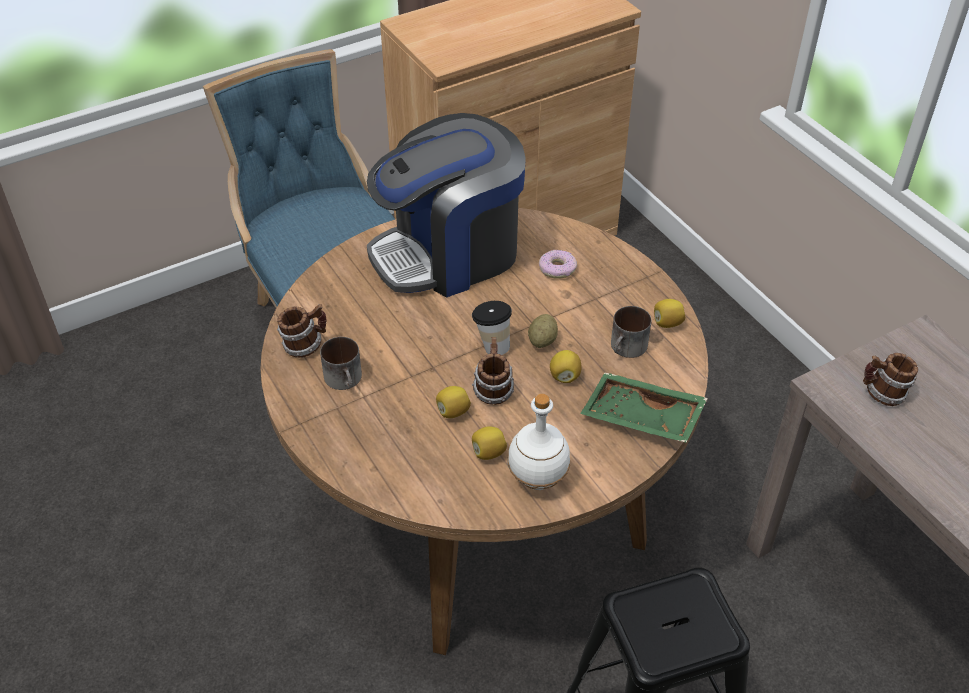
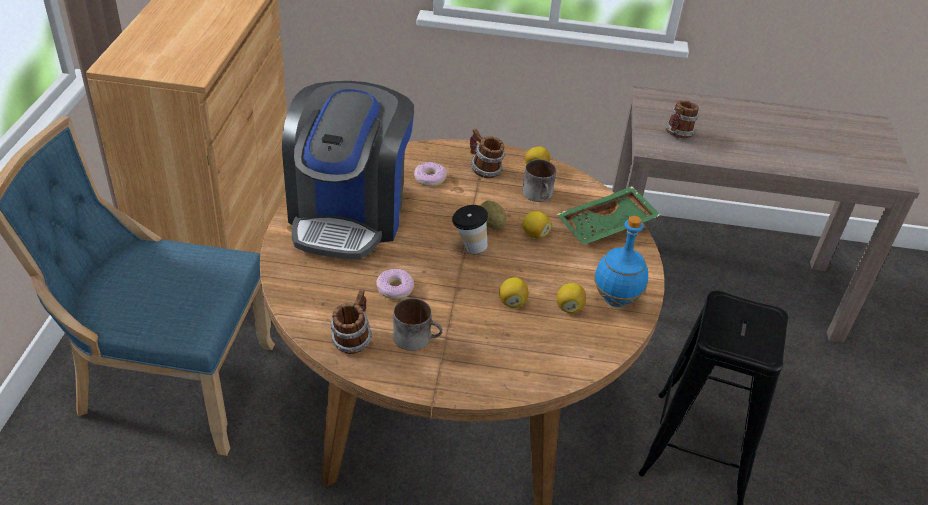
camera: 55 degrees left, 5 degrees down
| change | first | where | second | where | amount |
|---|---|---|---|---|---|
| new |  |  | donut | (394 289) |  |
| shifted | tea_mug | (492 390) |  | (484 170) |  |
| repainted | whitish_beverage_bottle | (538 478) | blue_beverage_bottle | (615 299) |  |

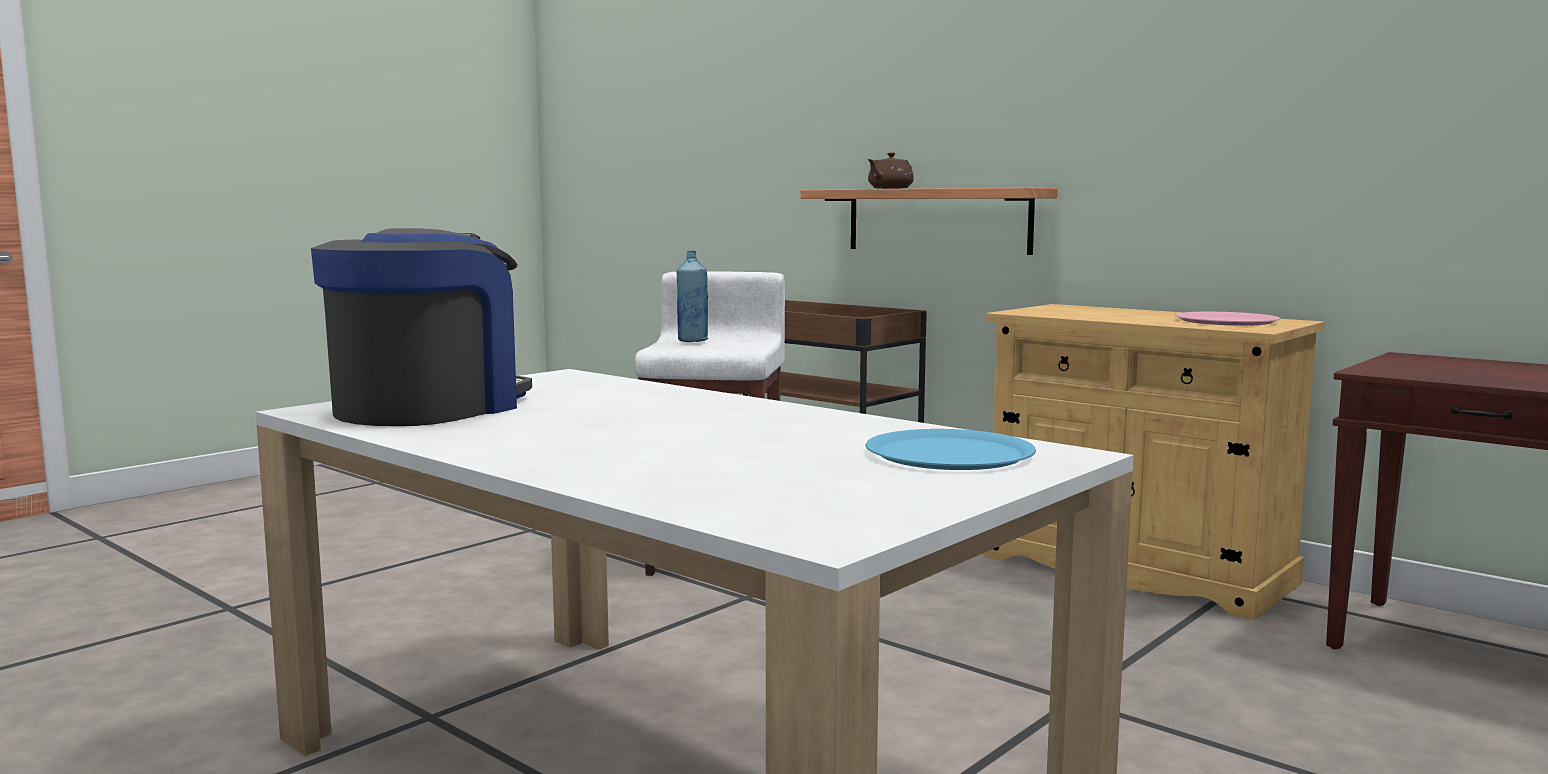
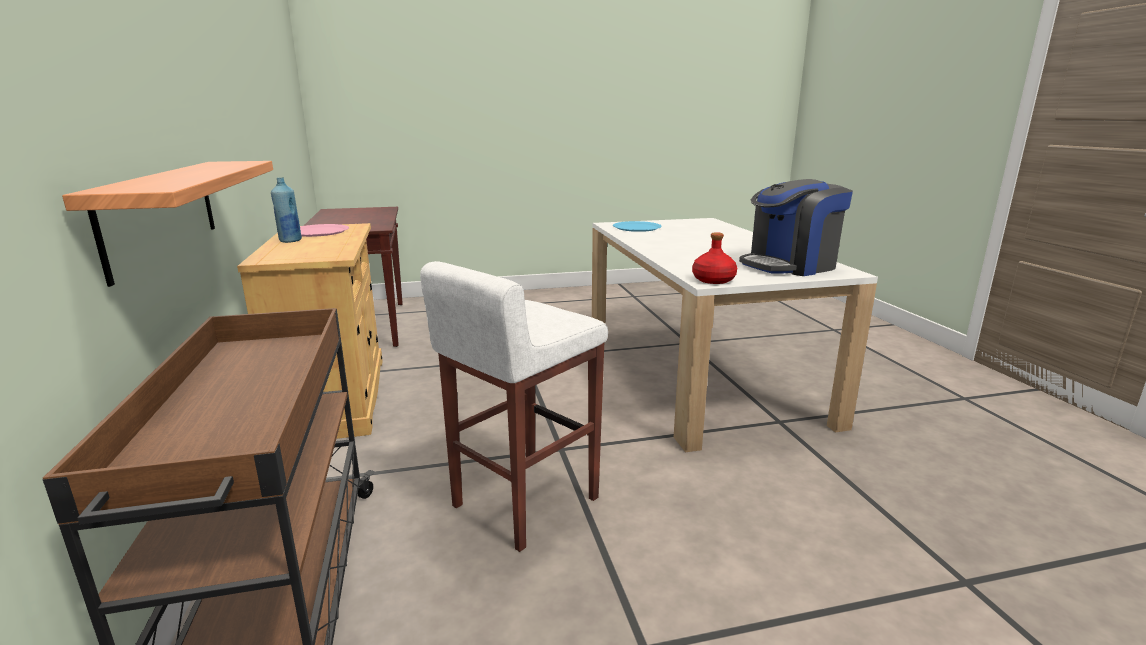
camera: 145 degrees left, 10 degrees up
| change | first | where | second | where | amount |
|---|---|---|---|---|---|
| gone | brownish_tea_pot | (889 188) |  |  |  |
| new |  |  | red_beverage_bottle | (713 280) |  |
| shifted | blue_beverage_bottle | (692 341) |  | (290 241) |  |

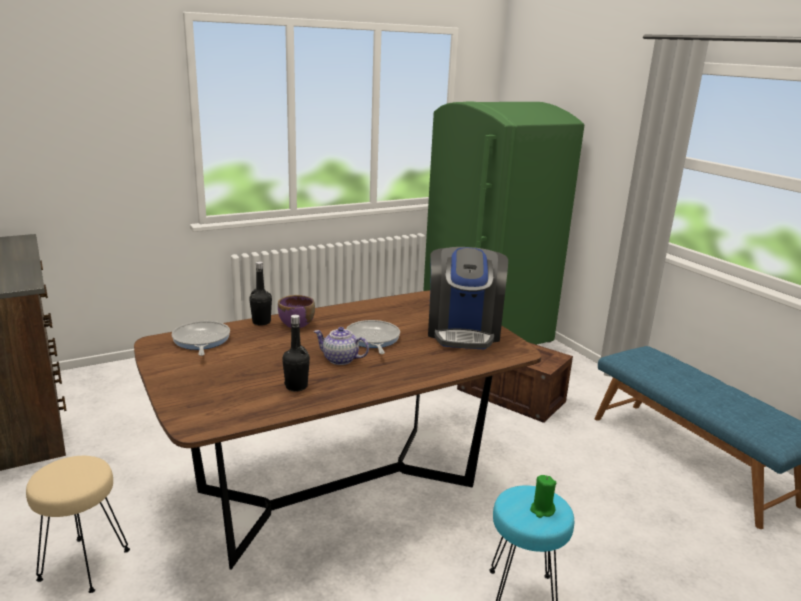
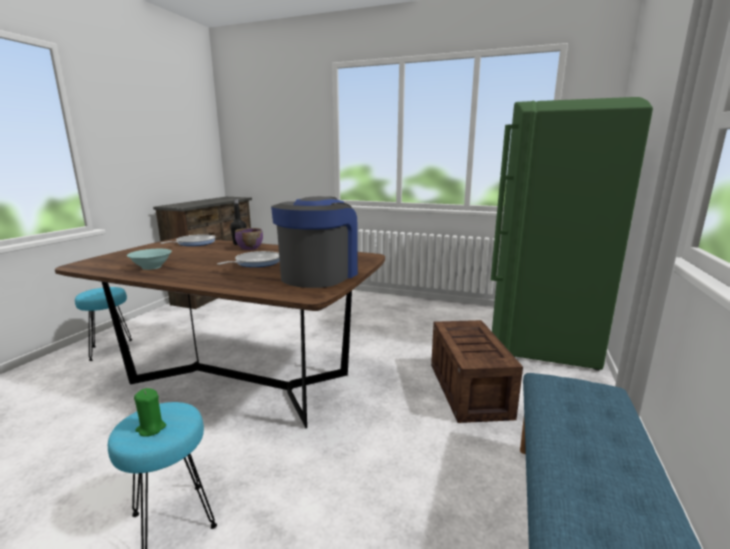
camera: 50 degrees right, 5 degrees down
| change | first | where | second | where | amount |
|---|---|---|---|---|---|
| gone | tea_pot | (340 359) |  |  |  |
| swapped | black-coloured_beverage_bottle | (296 386) | turquoise_bowl | (152 267) |  |
| repainted | beige-coloured_stool | (84 564) | turquoise_stool | (111 349) |  |
| rotated | coffee_machine | (463 331) |  | (319 275) | 150 degrees clockwise |

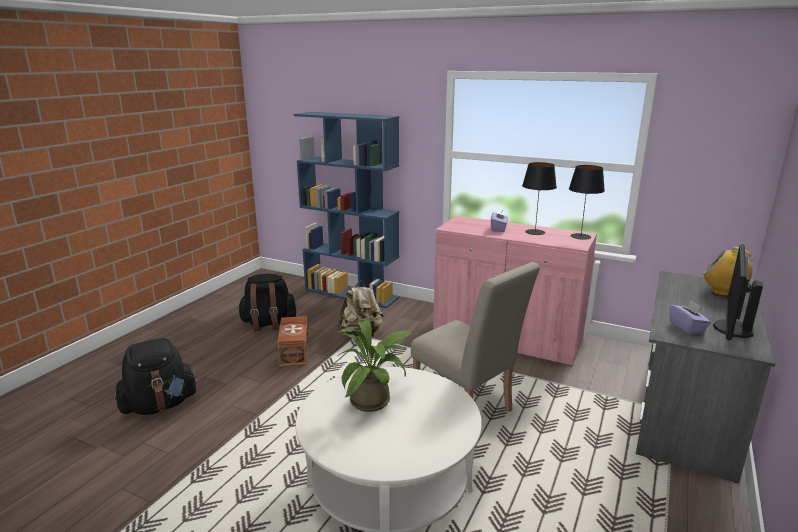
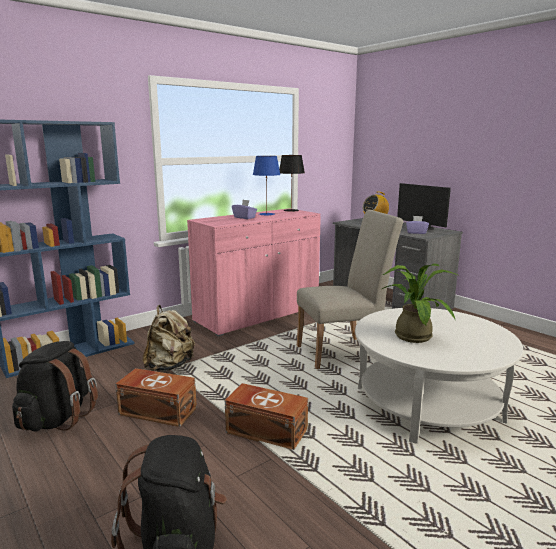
camera: 65 degrees left, 5 degrees down
| change | first | where | second | where | amount |
|---|---|---|---|---|---|
| new |  |  | brownish_storage_bin | (266 430) |  |
| repainted | black-coloured_lamp_for_a_table | (535 232) | blue_lamp_for_a_table | (267 214) |  |

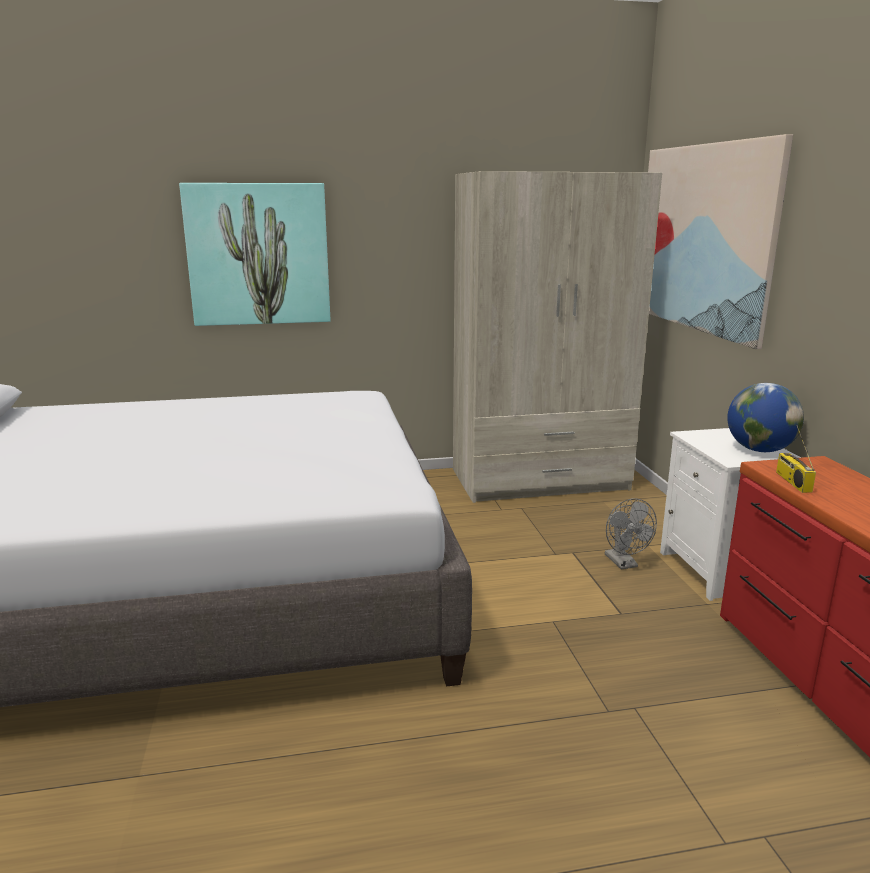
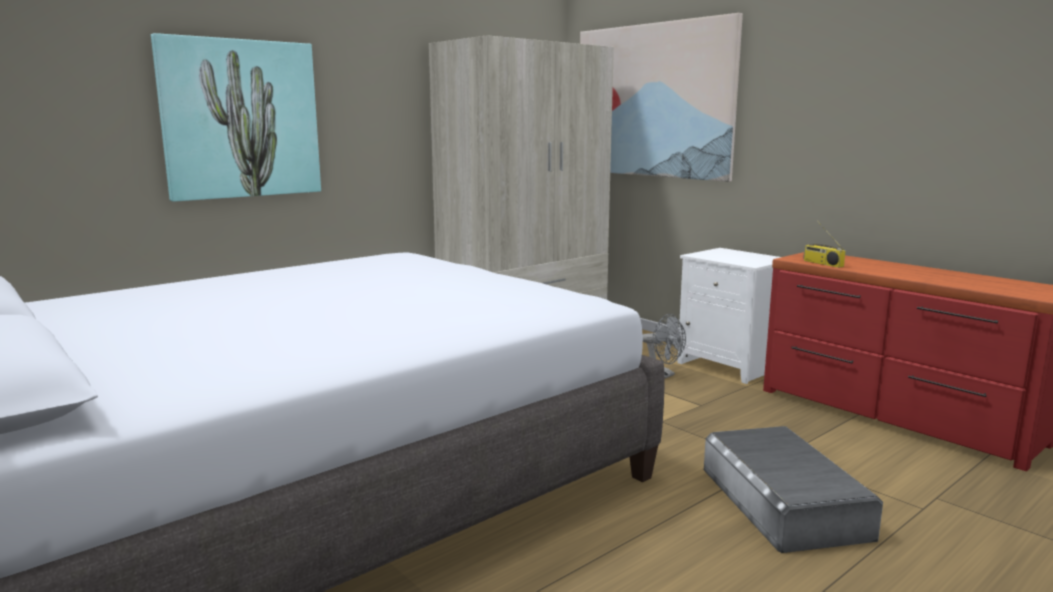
camera: 30 degrees left, 5 degrees down
| change | first | where | second | where | amount |
|---|---|---|---|---|---|
| gone | world_globe | (759 450) |  |  |  |
| new |  |  | grey_storage_bin | (782 502) |  |

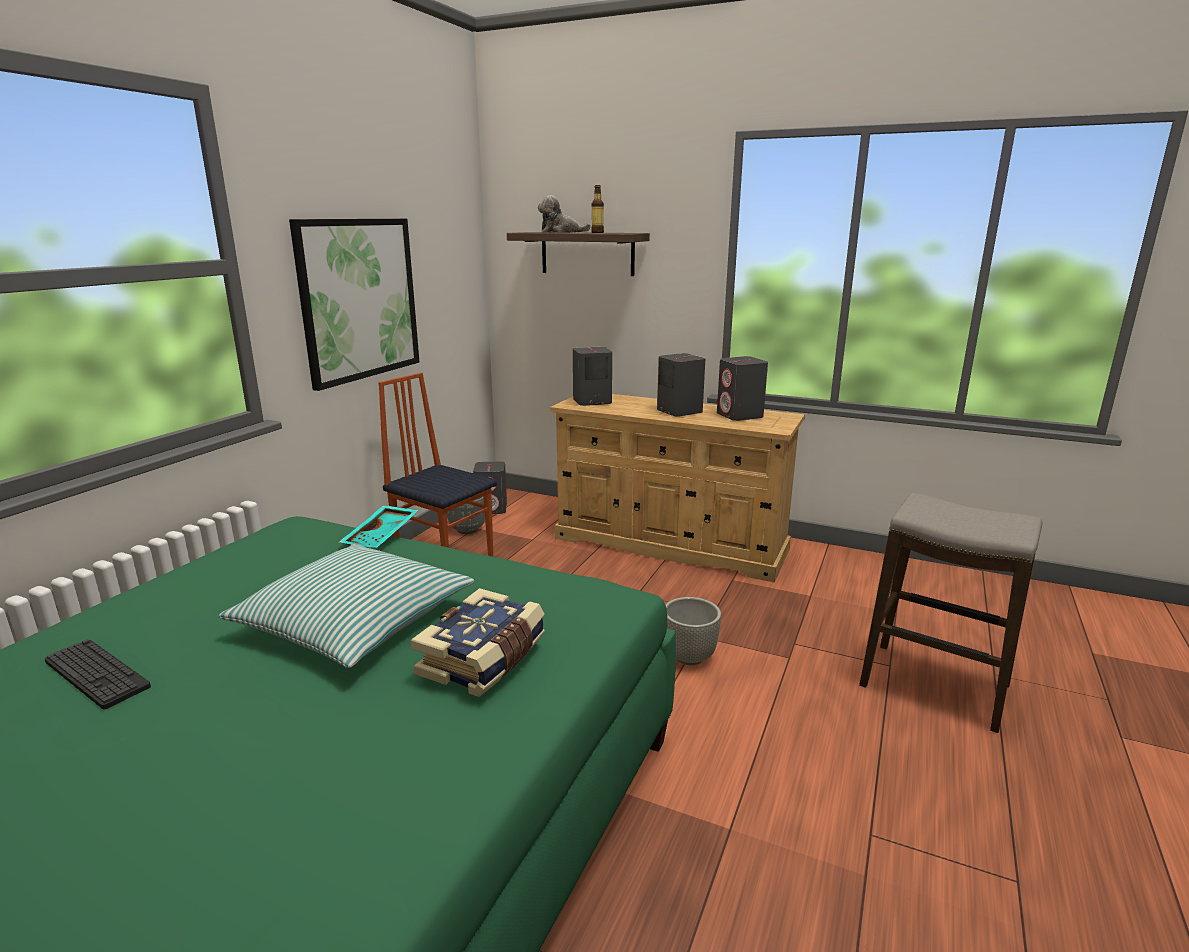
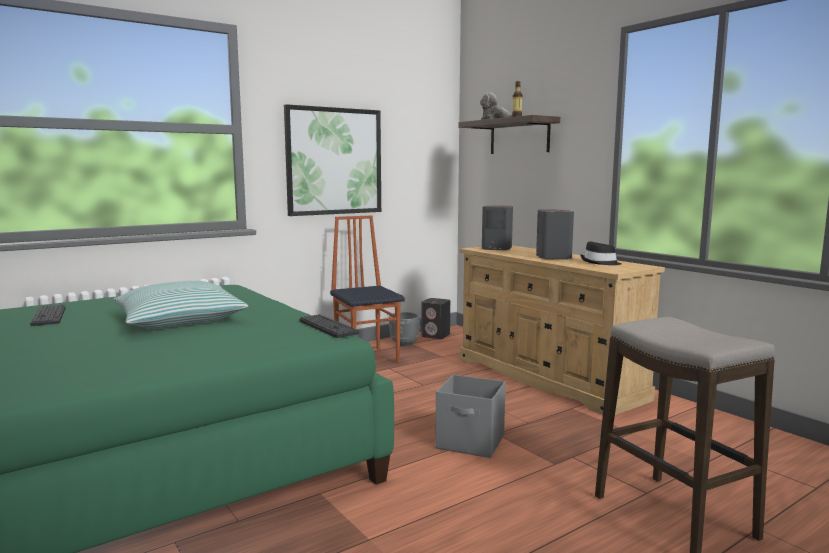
camera: 30 degrees right, 10 degrees down
| change | first | where | second | where | amount |
|---|---|---|---|---|---|
| gone | turquoise_tray | (382 536) |  |  |  |
| gone | book | (484 659) |  |  |  |
| new |  |  | keyboard | (328 327) |  |
| swapped | grey_plant_pot | (689 657) | grey_storage_bin | (471 442) |  |
| swapped | grey_audio_speaker | (740 416) | black-coloured_hat | (600 263) |  |

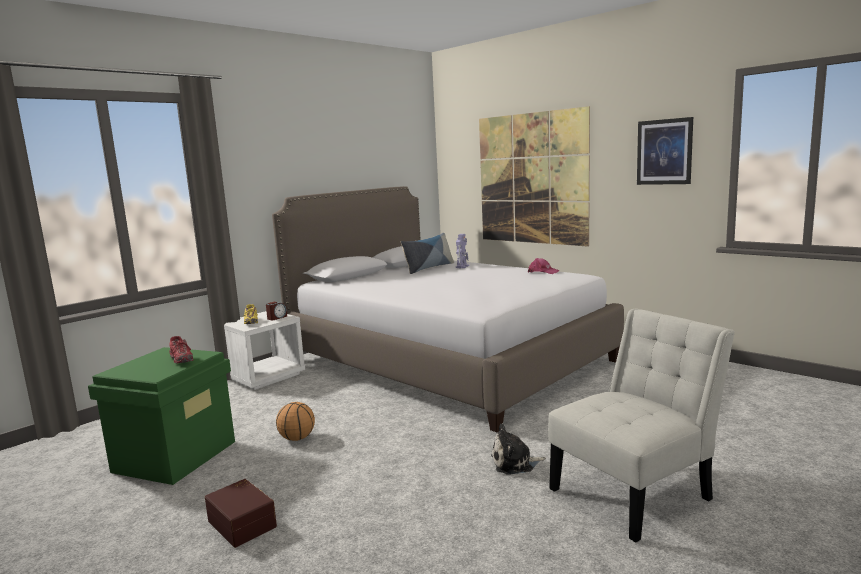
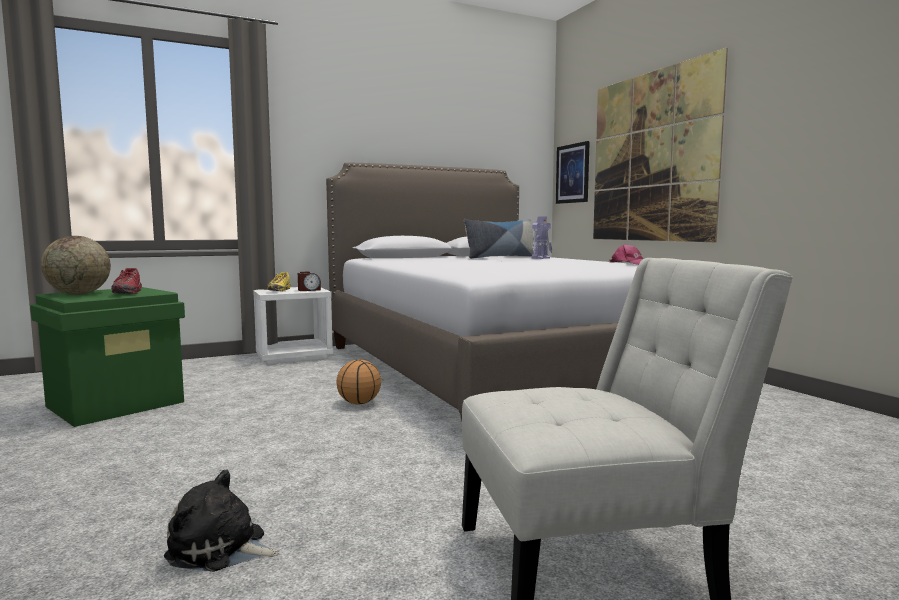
camera: 20 degrees right, 5 degrees down
| change | first | where | second | where | amount |
|---|---|---|---|---|---|
| gone | brownish_storage_bin | (243 523) |  |  |  |
| new |  |  | world_globe | (79 294) |  |
| shifted | ball_for_basketball | (297 438) |  | (359 403) |  |
| shifted | plush_toy | (515 463) |  | (221 549) |  |
| shifted | wall_picture | (664 152) |  | (572 173) |  |

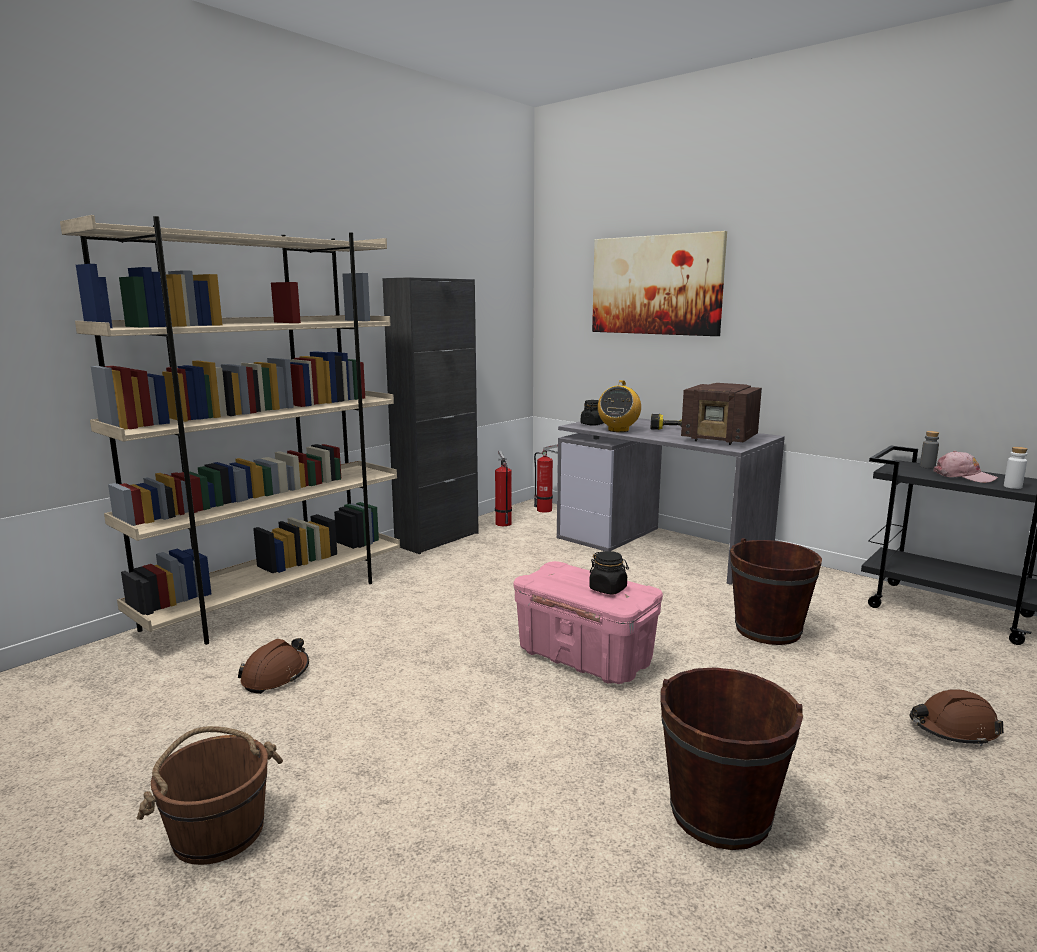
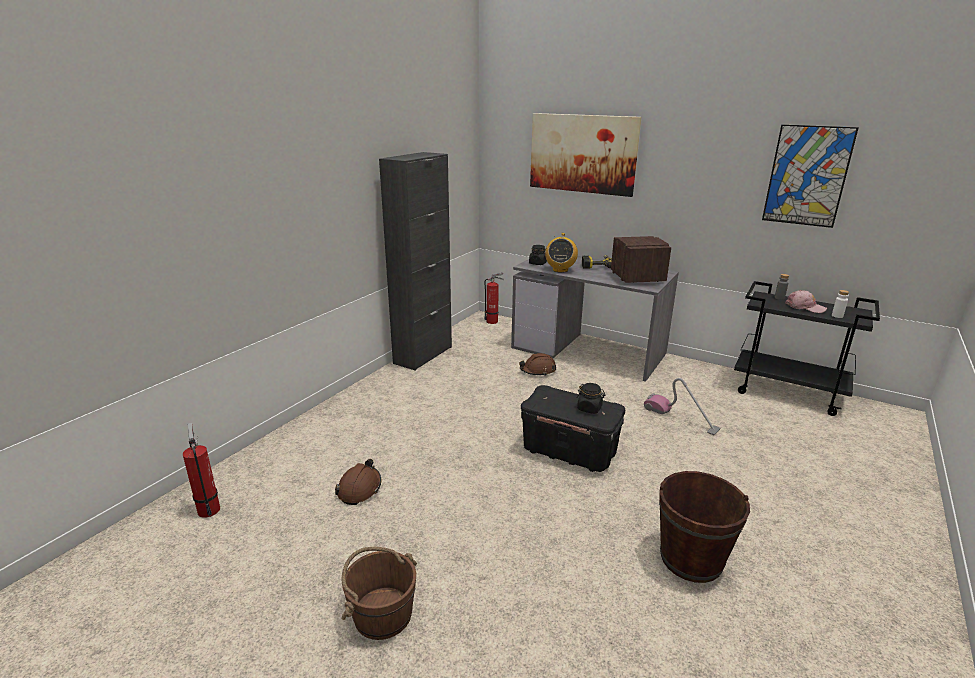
camera: 10 degrees left, 10 degrees up
| change | first | where | second | where | amount |
|---|---|---|---|---|---|
| gone | beige-coloured_bookcase | (277 600) |  |  |  |
| new |  |  | wall_picture | (807 176) |  |
| shifted | extinguisher | (502 523) |  | (208 508) |  |
| shifted | brownish_safety_helmet | (953 729) |  | (538 370) |  |
| swapped | brownish_water_bucket | (768 630) | vacuum_cleaner | (680 418) |  |
| repainted | pinkish_storage_bin | (583 657) | black-coloured_storage_bin | (568 452) |  |
| rotated | radio_receiver | (720 439) |  | (637 278) | 120 degrees counterclockwise |

